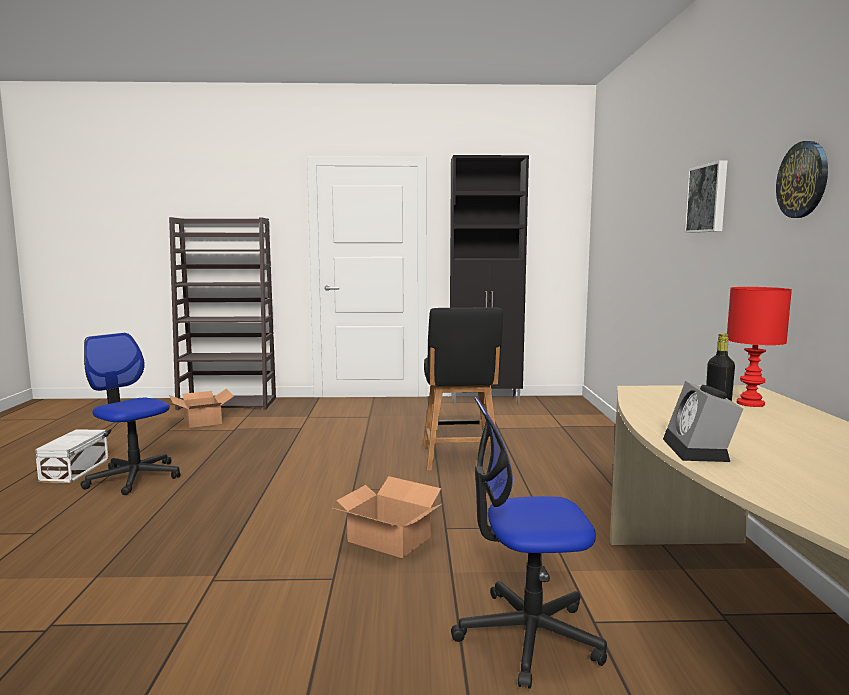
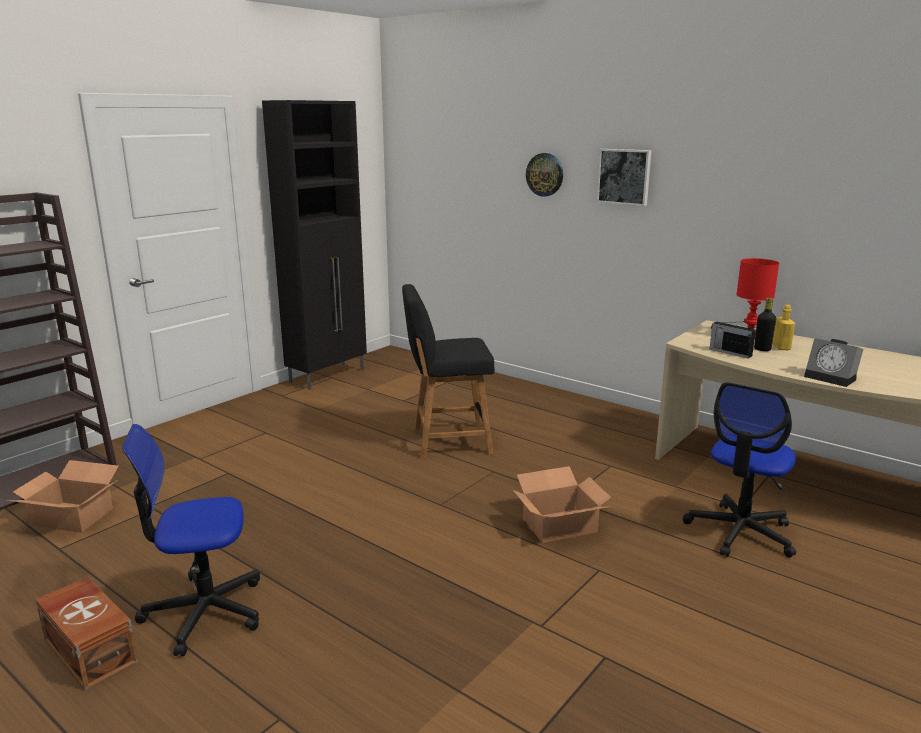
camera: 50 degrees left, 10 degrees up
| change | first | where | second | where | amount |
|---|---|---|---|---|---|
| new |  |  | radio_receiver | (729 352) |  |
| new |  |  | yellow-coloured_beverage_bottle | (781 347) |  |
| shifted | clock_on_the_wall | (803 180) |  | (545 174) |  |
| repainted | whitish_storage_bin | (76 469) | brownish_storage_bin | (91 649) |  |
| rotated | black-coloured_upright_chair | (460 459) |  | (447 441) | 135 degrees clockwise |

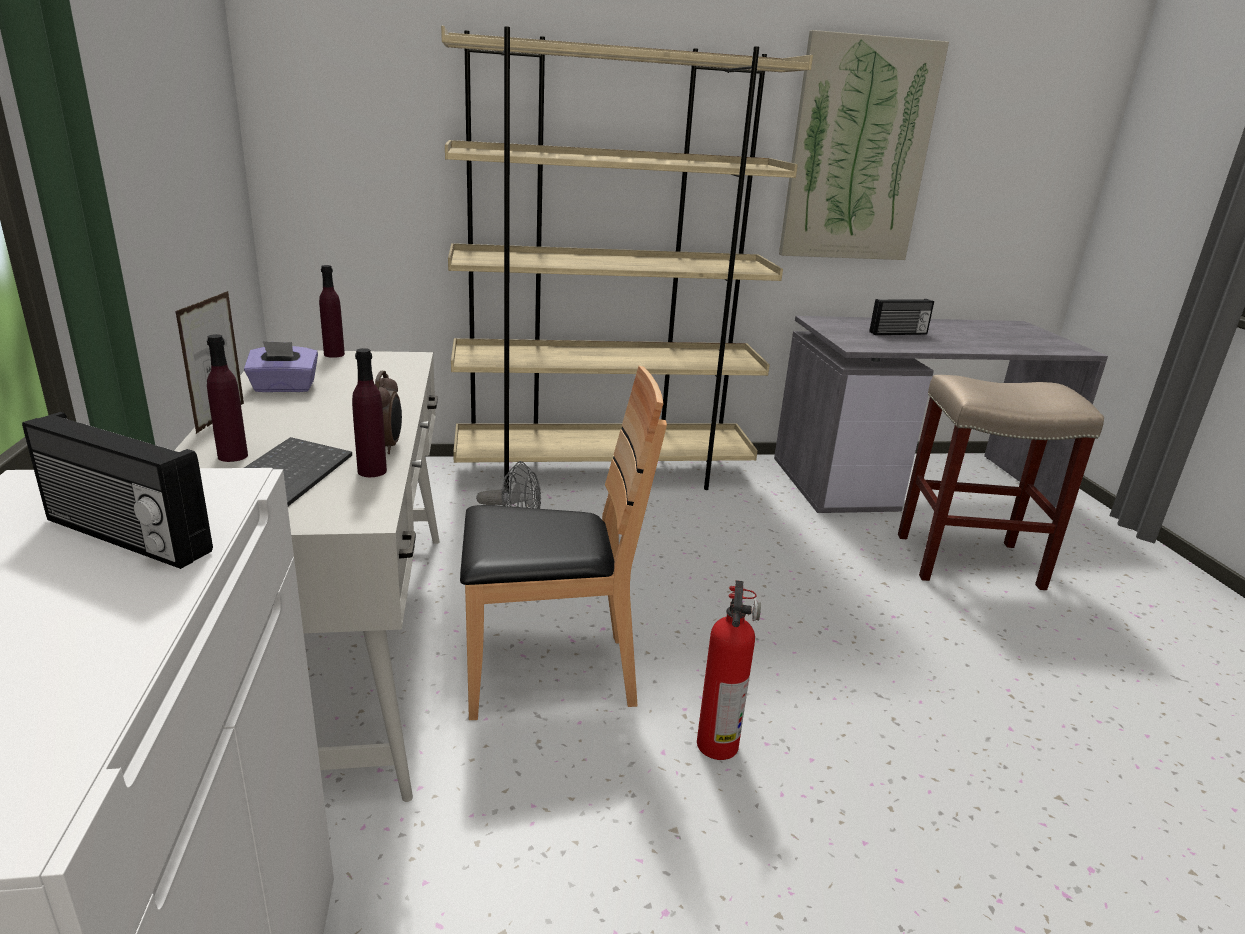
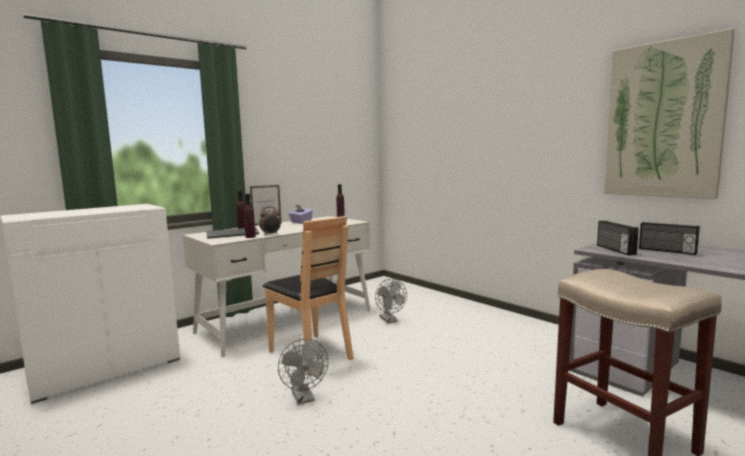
camera: 60 degrees right, 15 degrees down
| change | first | where | second | where | amount |
|---|---|---|---|---|---|
| gone | beige-coloured_bookcase | (604 473) |  |  |  |
| shifted | radio_receiver | (124 537) |  | (614 250) |  |
| swapped | extinguisher | (717 742) | grey_electric_fan | (304 398) |  |

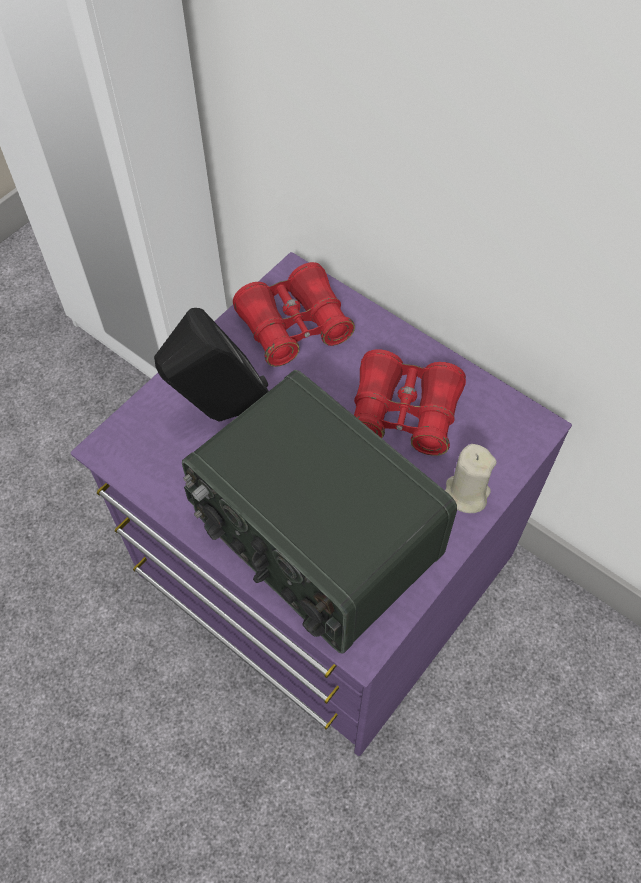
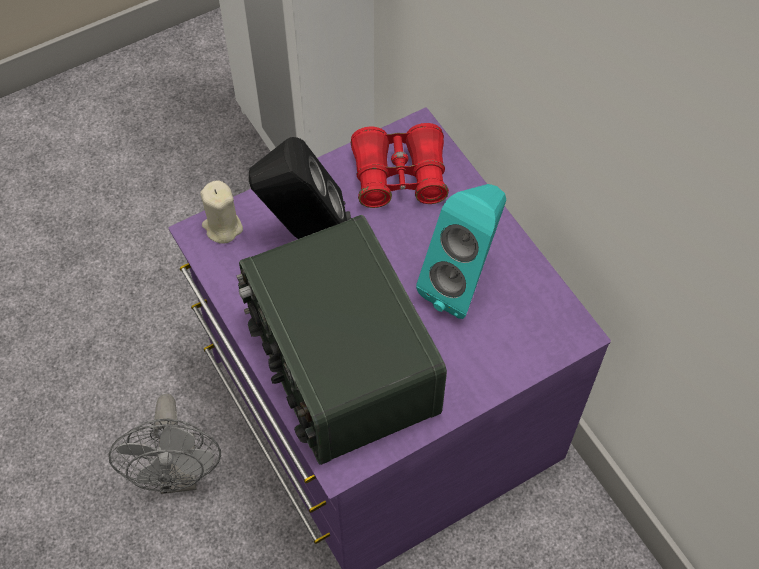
camera: 20 degrees right, 0 degrees up
| change | first | where | second | where | amount |
|---|---|---|---|---|---|
| new |  |  | grey_electric_fan | (179 474) |  |
| shifted | beige-coloured_wax_light | (465 494) |  | (222 227) |  |
| swapped | red_field_glasses | (404 413) | turquoise_audio_speaker | (462 283) |  |

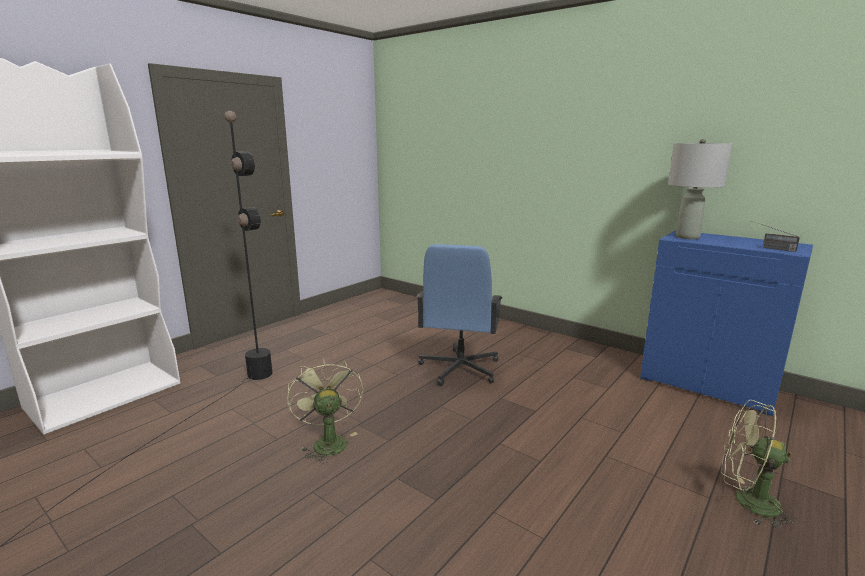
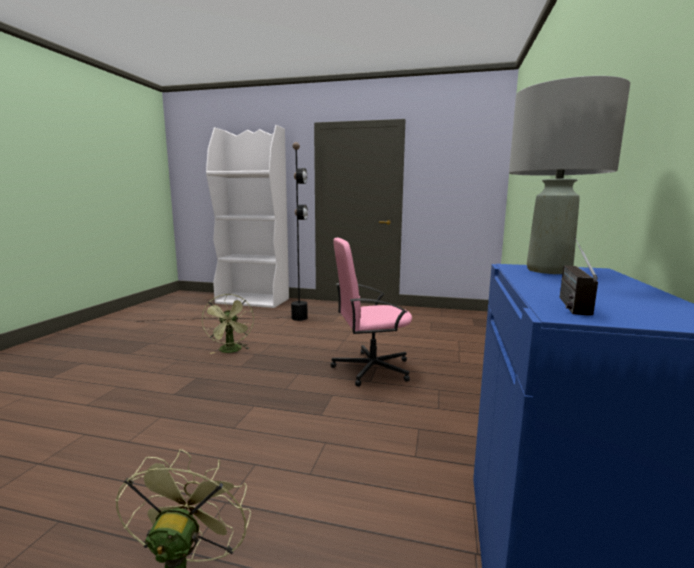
camera: 65 degrees right, 5 degrees down
| change | first | where | second | where | amount |
|---|---|---|---|---|---|
| repainted | blue_desk_chair | (459 369) | pinkish_desk_chair | (370 369) |  |
| rotated | greenish_electric_fan | (327 441) |  | (231 351) | 120 degrees clockwise |

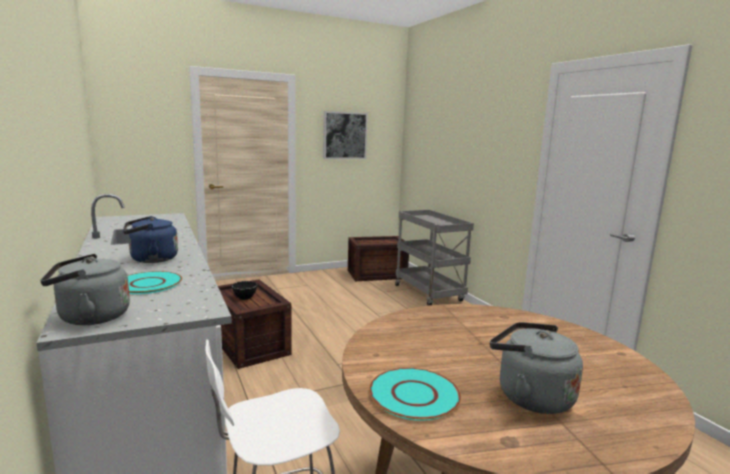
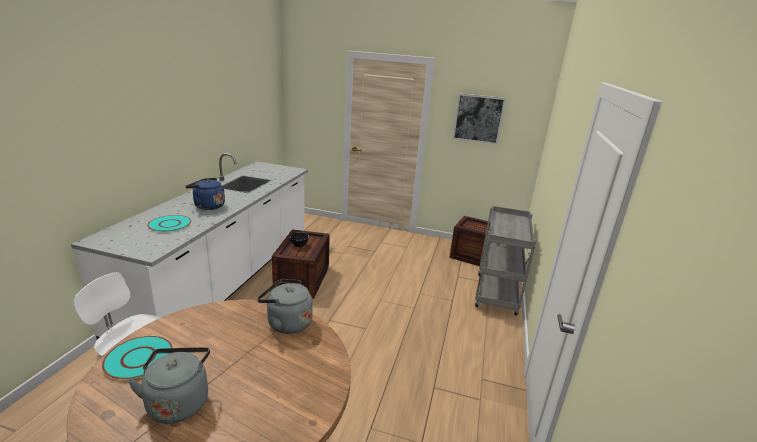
camera: 40 degrees right, 10 degrees up
| change | first | where | second | where | amount |
|---|---|---|---|---|---|
| shifted | grey_kettle | (89 317) |  | (286 323) |  |

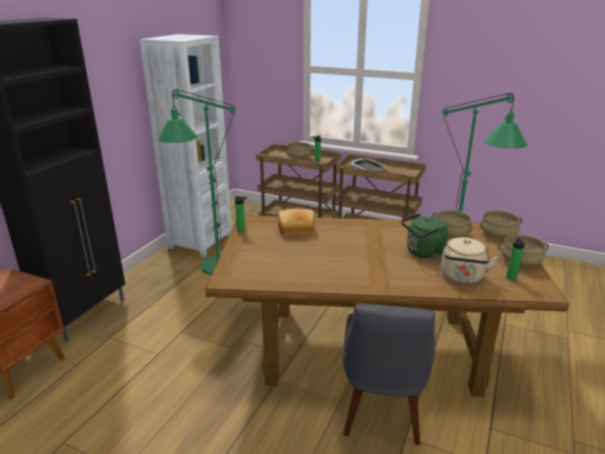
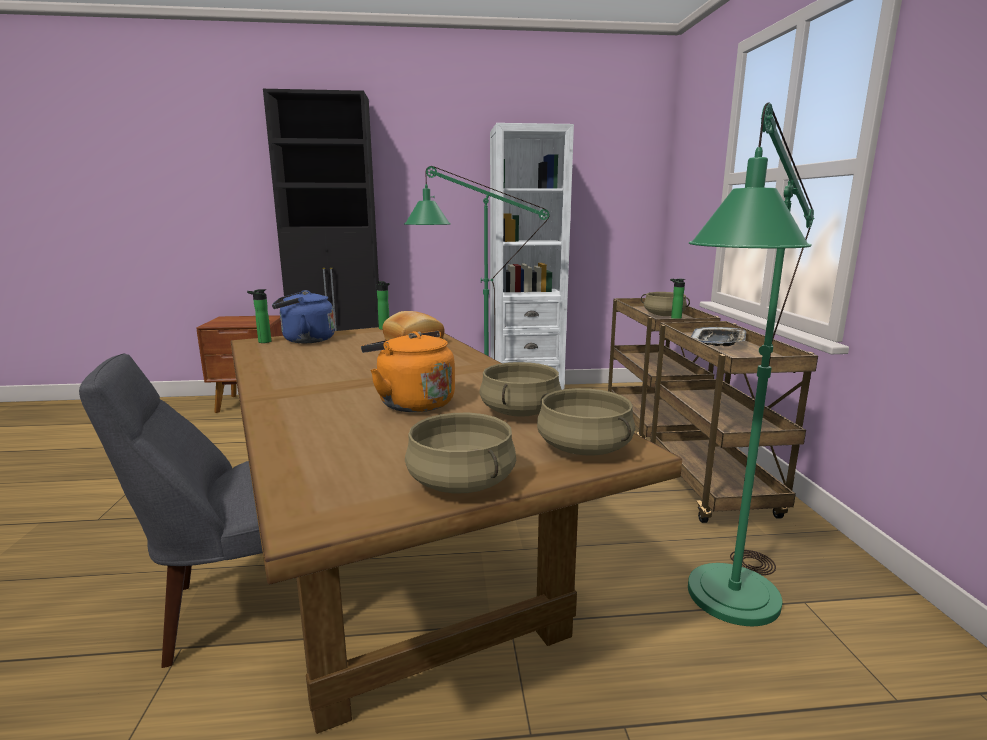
camera: 60 degrees right, 10 degrees down
| change | first | where | second | where | amount |
|---|---|---|---|---|---|
| gone | beige-coloured_kettle | (462 278) |  |  |  |
| new |  |  | blue_kettle | (305 340) |  |
| shifted | beverage_bottle | (511 278) |  | (262 342) |  |
| repainted | greenish_kettle | (423 252) | orange_kettle | (412 403) |  |

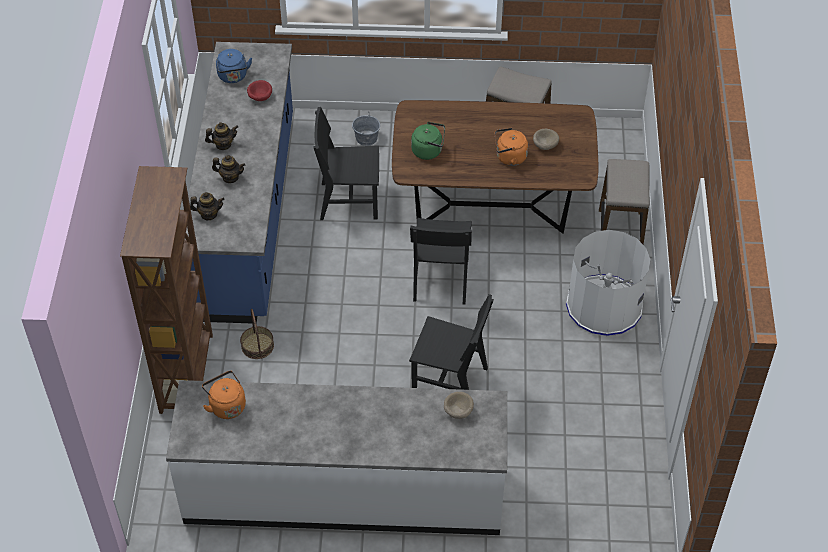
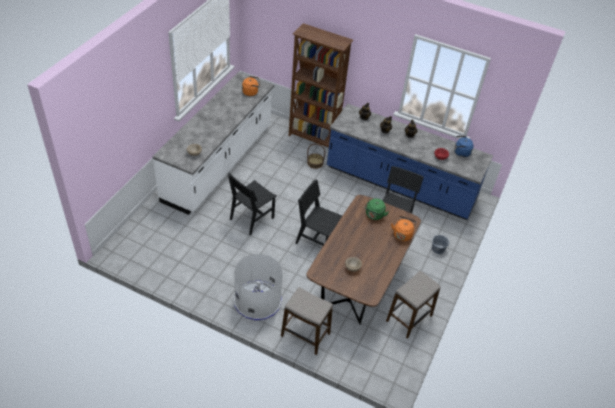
camera: 110 degrees right, 5 degrees down
| change | first | where | second | where | amount |
|---|---|---|---|---|---|
| shifted | orange_kettle | (509 157) |  | (402 234) |  |

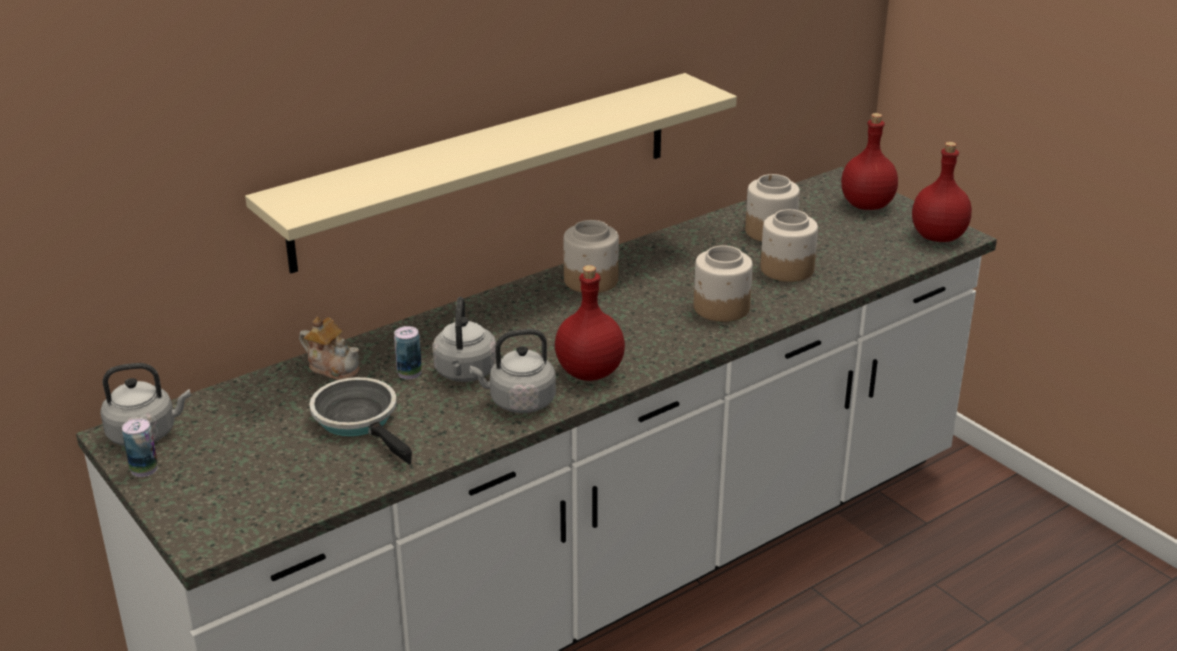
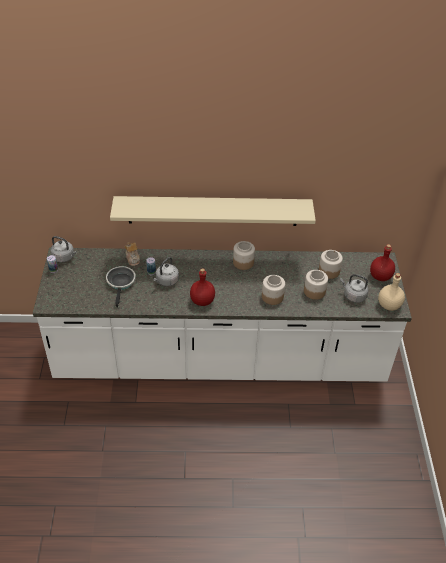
camera: 35 degrees right, 15 degrees up
| change | first | where | second | where | amount |
|---|---|---|---|---|---|
| shifted | grey_kettle | (519 402) |  | (353 296) |  |
| repainted | red_beverage_bottle | (937 236) | beige-coloured_beverage_bottle | (388 305) |  |

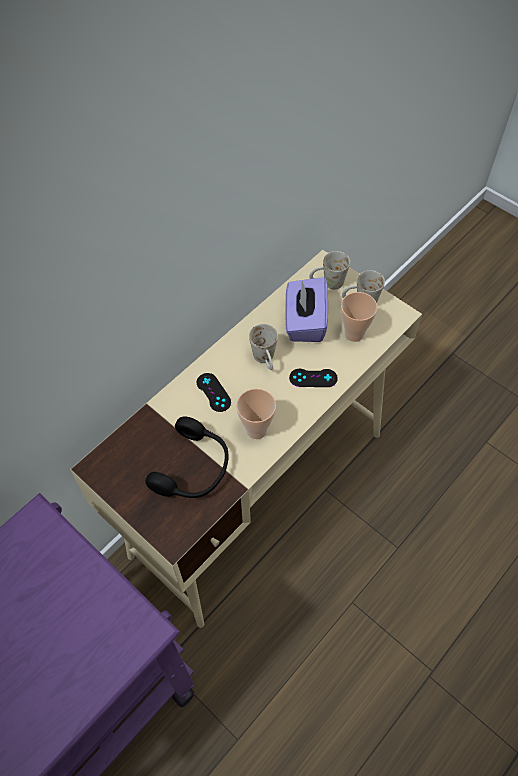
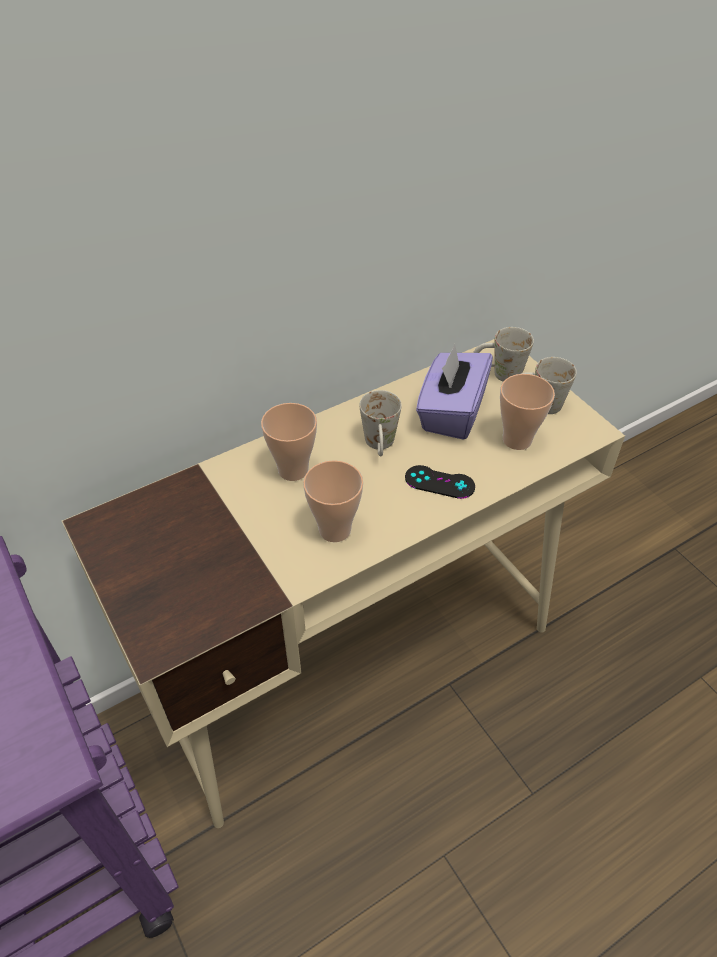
camera: 15 degrees right, 10 degrees down
| change | first | where | second | where | amount |
|---|---|---|---|---|---|
| gone | black-coloured_pair_of_headphones | (194 468) |  |  |  |
| swapped | black-coloured_gamepad | (213 392) | small_cup | (293 470) |  |

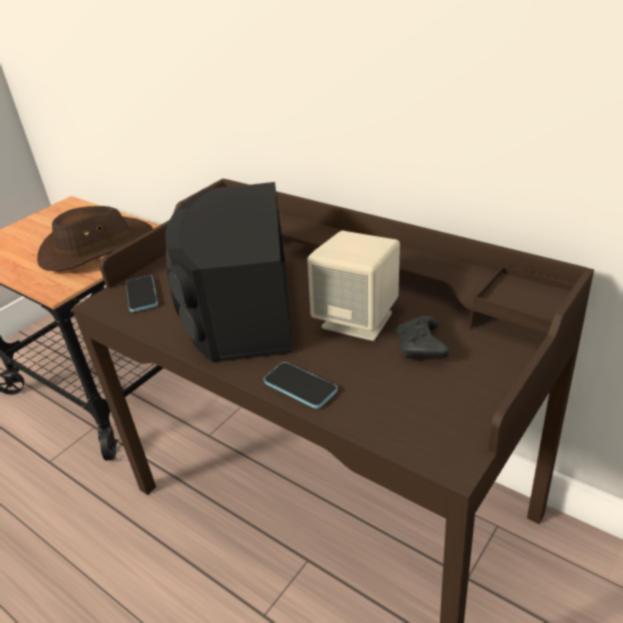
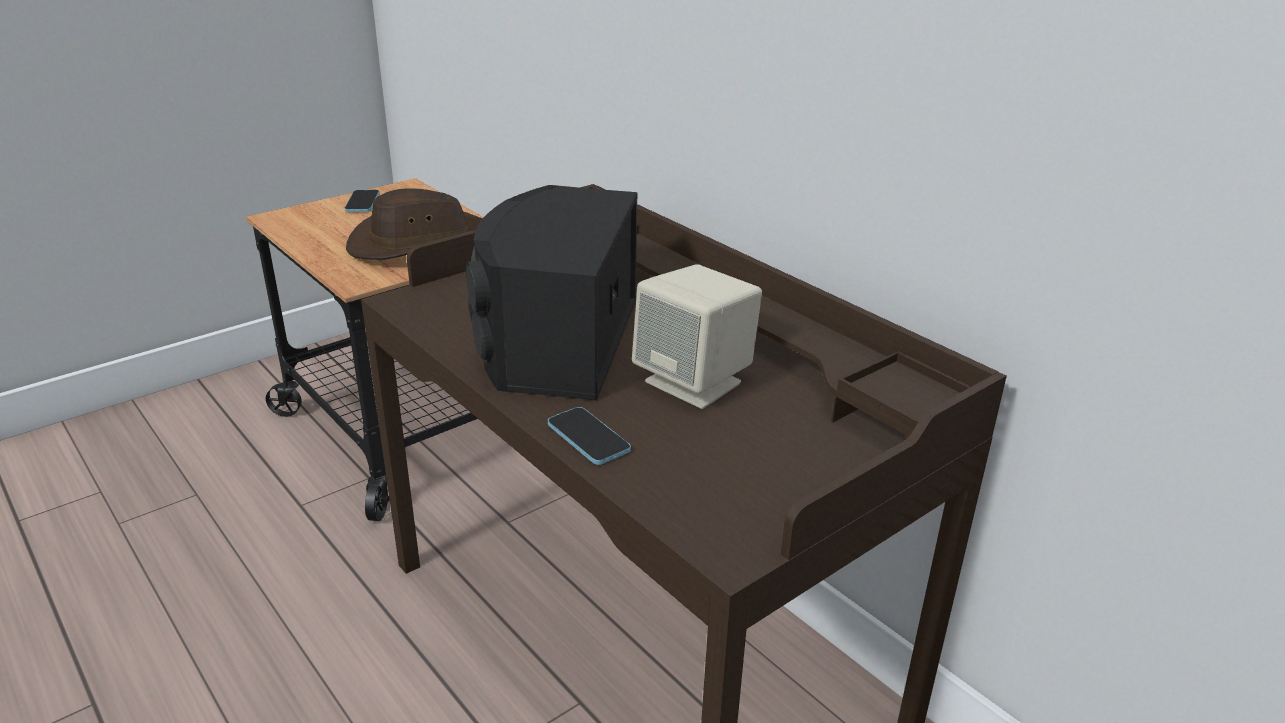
camera: 10 degrees right, 5 degrees down
| change | first | where | second | where | amount |
|---|---|---|---|---|---|
| gone | black-coloured_gamepad | (421 348) |  |  |  |
| shifted | telephone | (142 295) |  | (362 202) |  |

